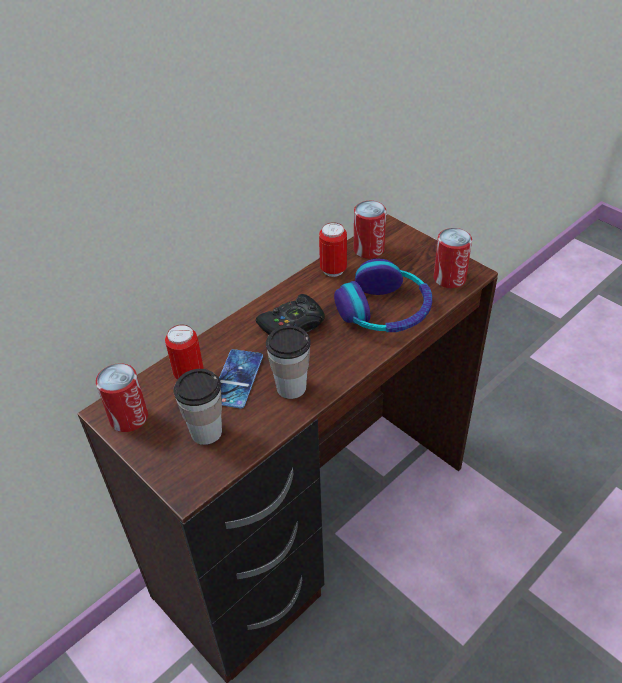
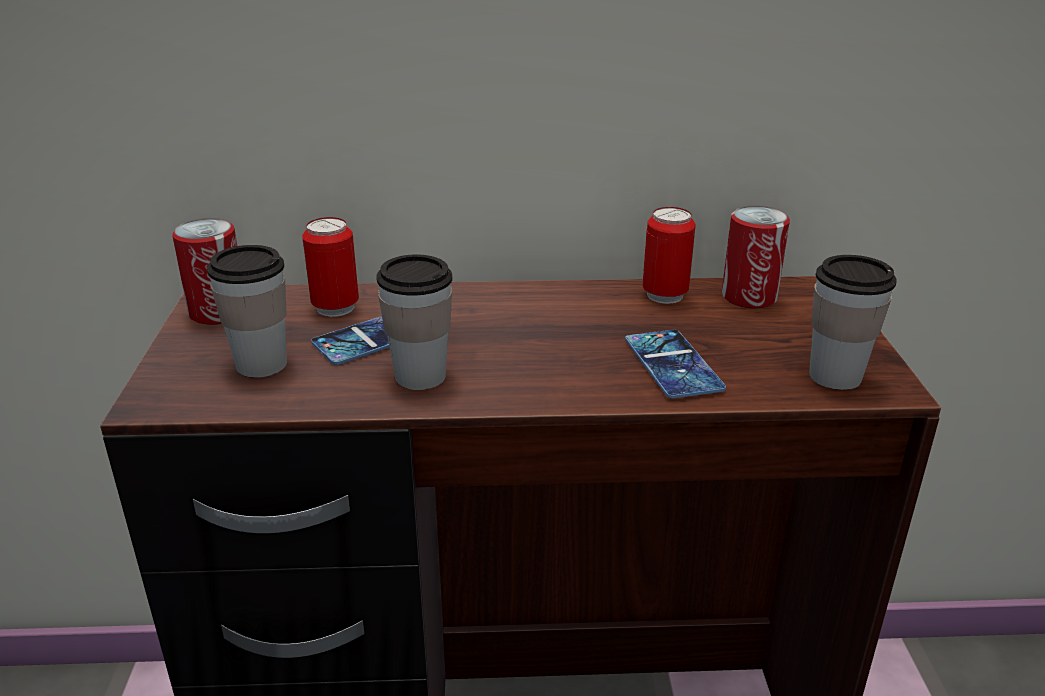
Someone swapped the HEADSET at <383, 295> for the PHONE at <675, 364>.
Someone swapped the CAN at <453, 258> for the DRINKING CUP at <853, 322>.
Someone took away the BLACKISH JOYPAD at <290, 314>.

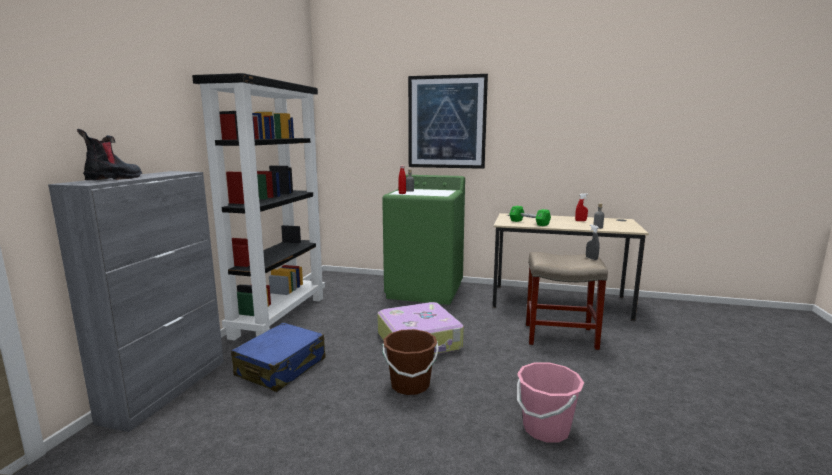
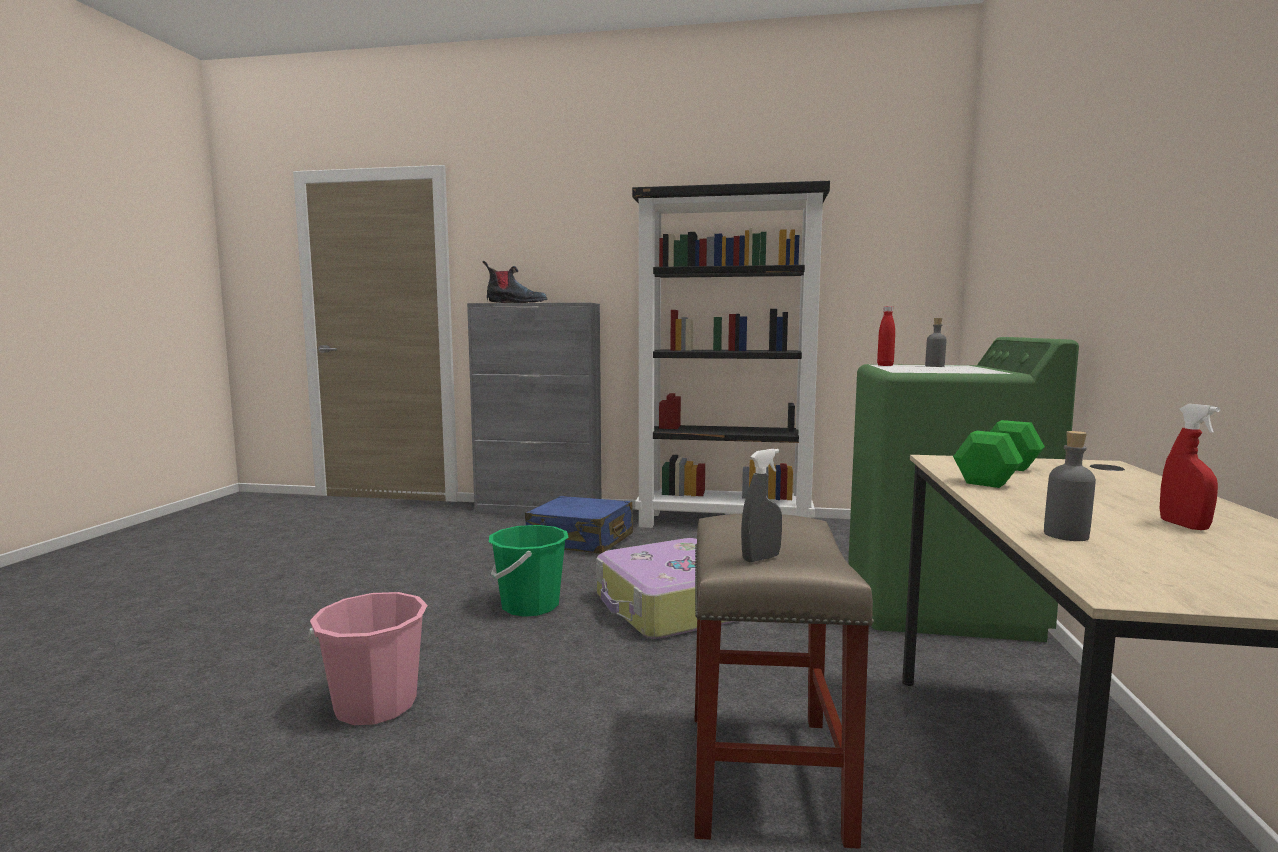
Someone repainted the BROWN-COLOURED BUCKET at <411, 362>, which became the GREEN BUCKET at <529, 571>.
Someone took away the PICTURE at <448, 121>.

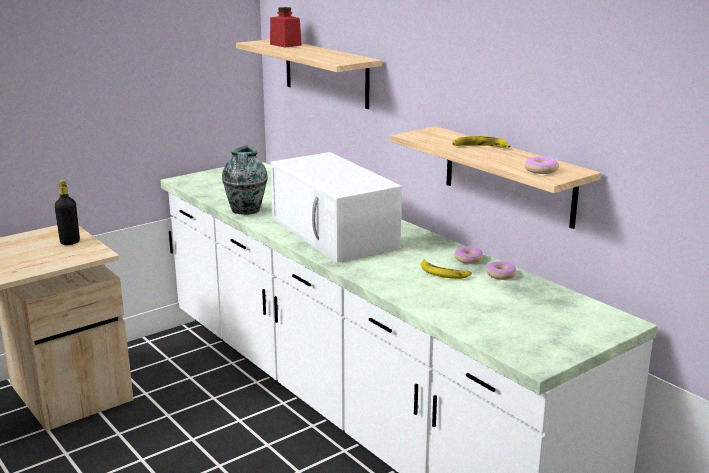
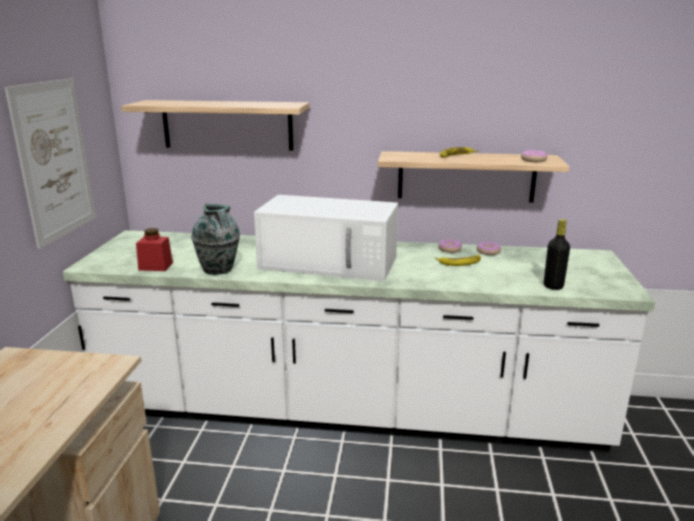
Someone put up the PICTURE at <50, 164>.
Someone carried the RED JAR from <286, 27> to <154, 249>.
Someone carried the BLACKISH BEVERAGE BOTTLE from <67, 212> to <557, 254>.

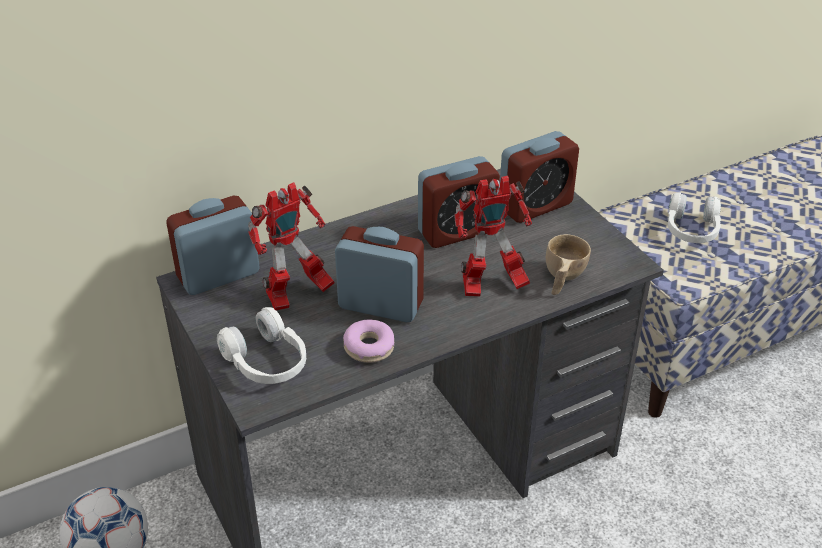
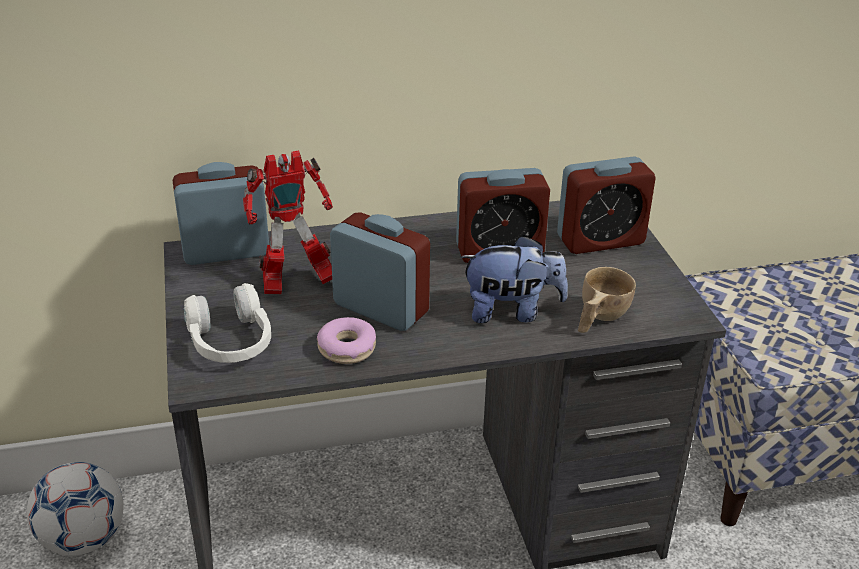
Someone swapped the MODEL ROBOT at <493, 236> for the PLUSH TOY at <514, 279>.
Someone took away the WHITE HEADSET at <694, 217>.

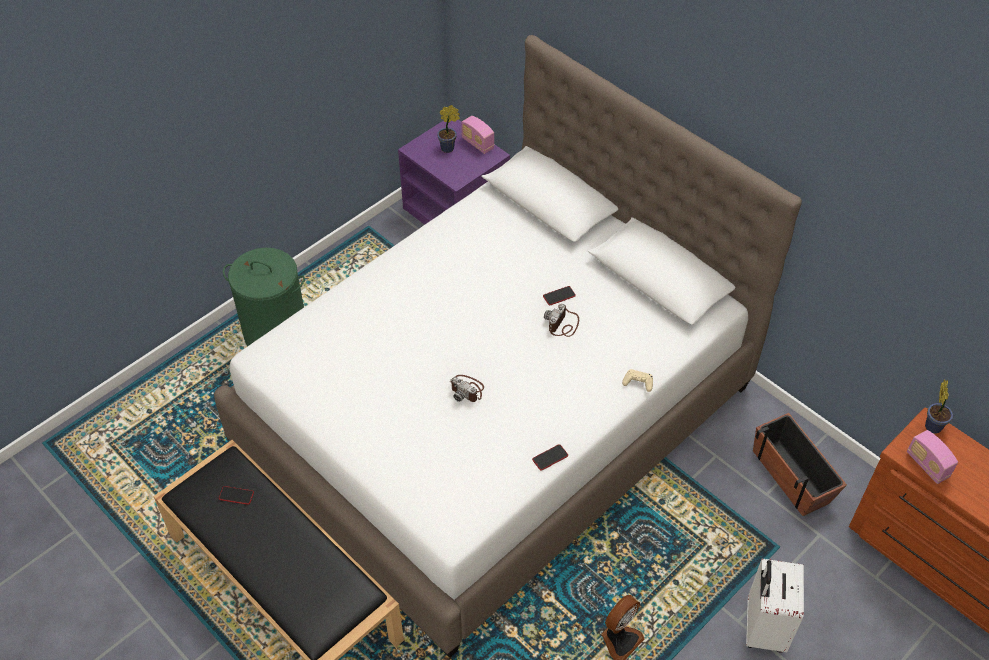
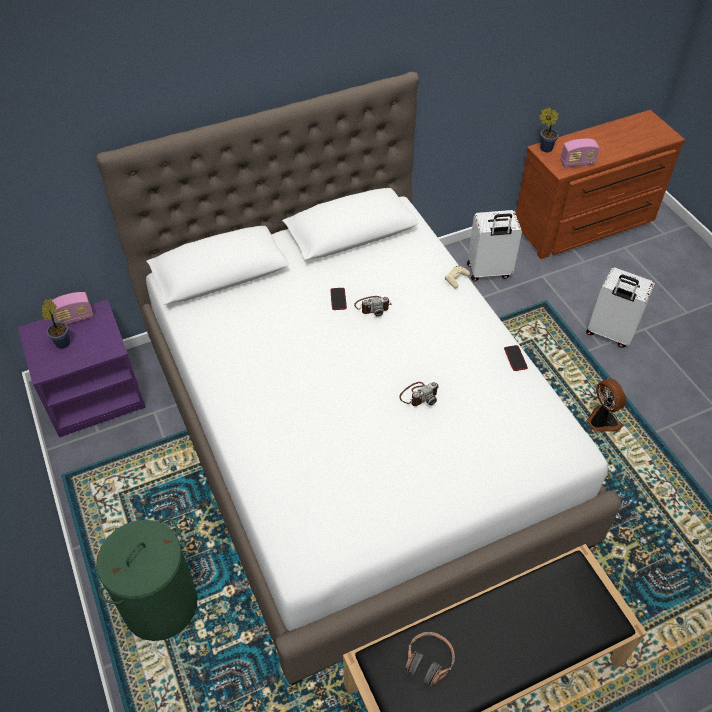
Someone rotated the STILL CAMERA at <561, 320> by 60 degrees counterclockwise.
Someone swapped the PHONE at <236, 495> for the HEADSET at <430, 659>.
Someone swapped the FLOWER POT at <800, 464> for the WHITE TRAVEL CASE at <494, 245>.

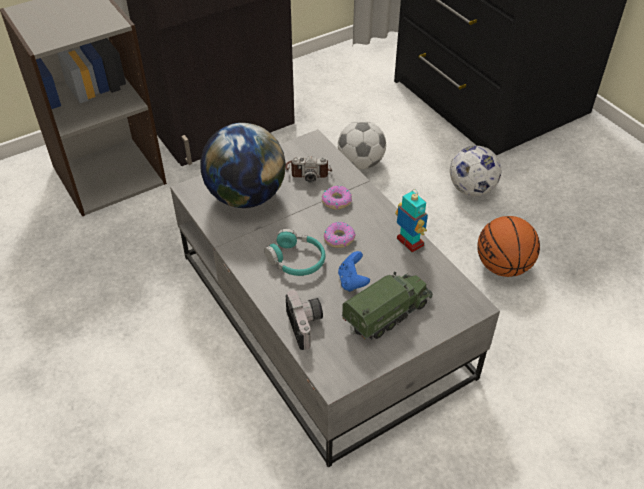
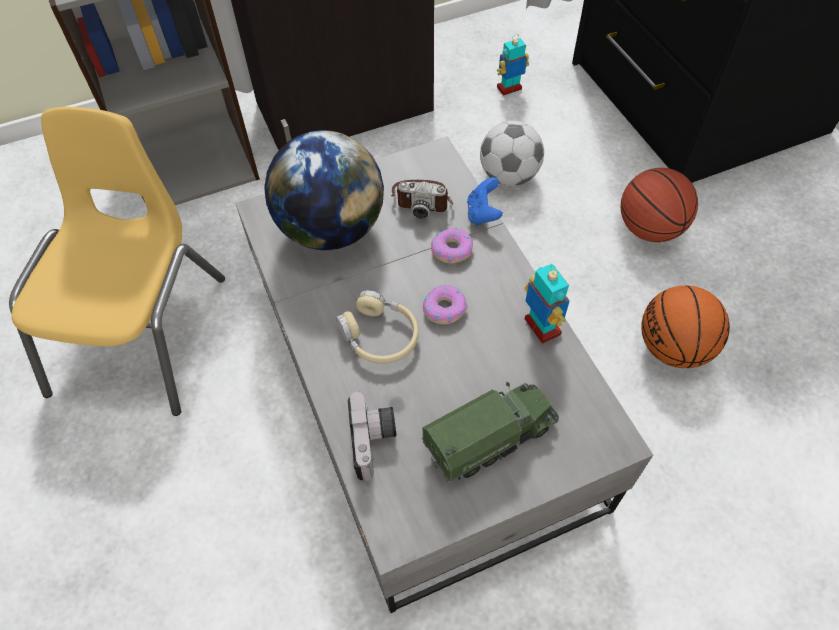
Someone put down the YELLOWISH UPRIGHT CHAIR at <117, 261>.
Someone repainted the TURQUOISE HEADSET at <294, 252>, which became the BEIGE-COLOURED HEADSET at <377, 327>.
Someone carried the BLUE-COLOURED JOYPAD from <354, 271> to <485, 201>.
Someone put down the MODEL ROBOT at <513, 65>.
Someone swapped the FOOTBALL at <475, 171> for the BASKETBALL BALL at <659, 205>.

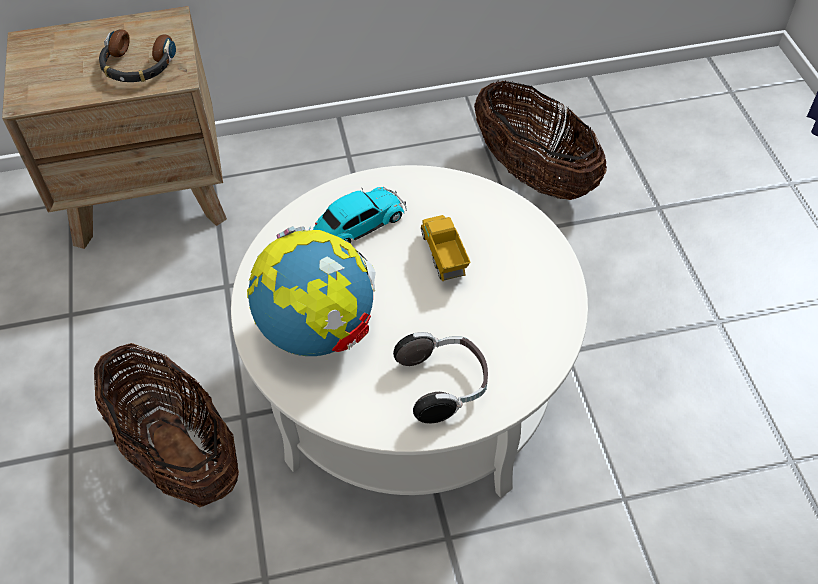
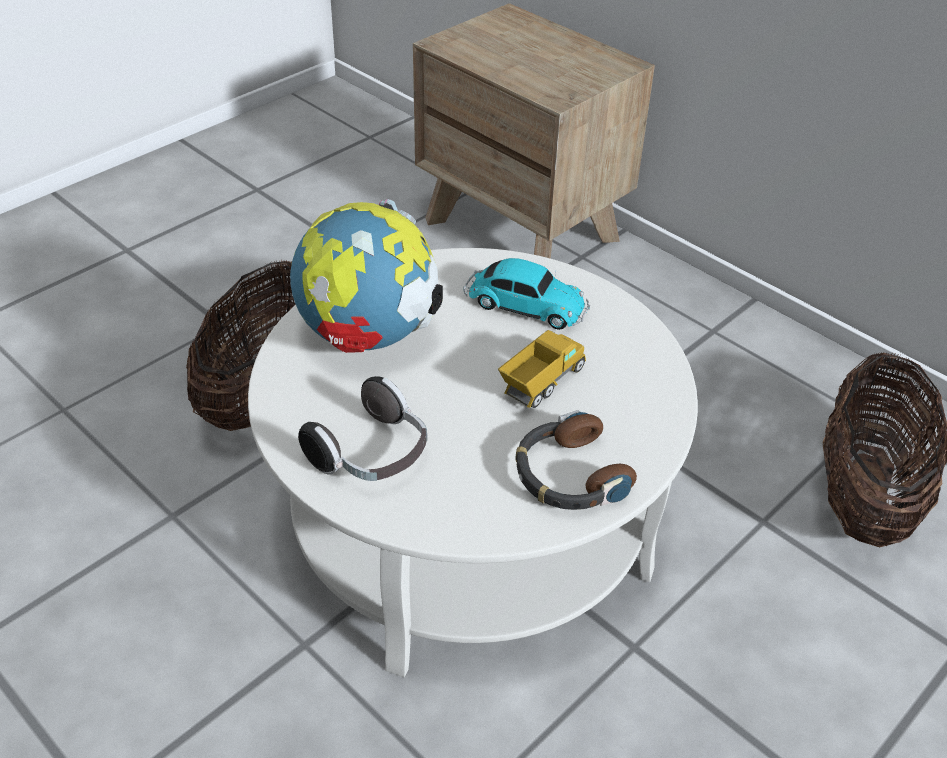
Someone carried the HEADSET from <137, 55> to <576, 460>.

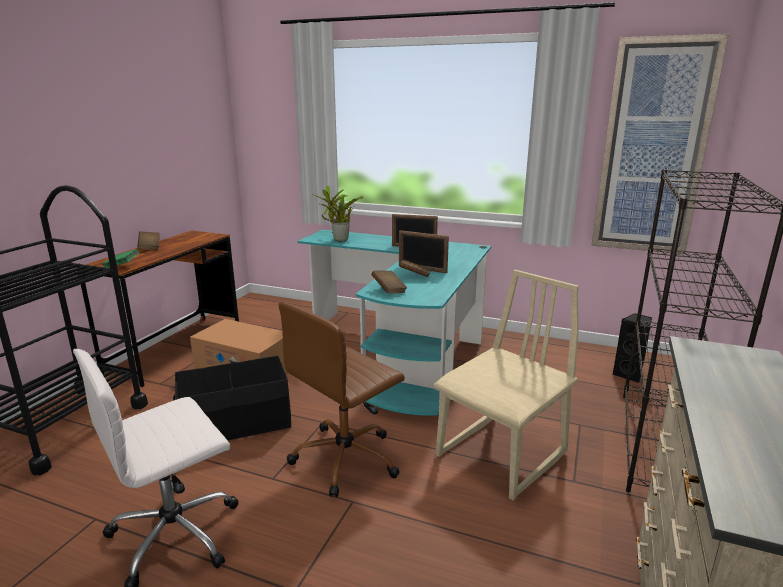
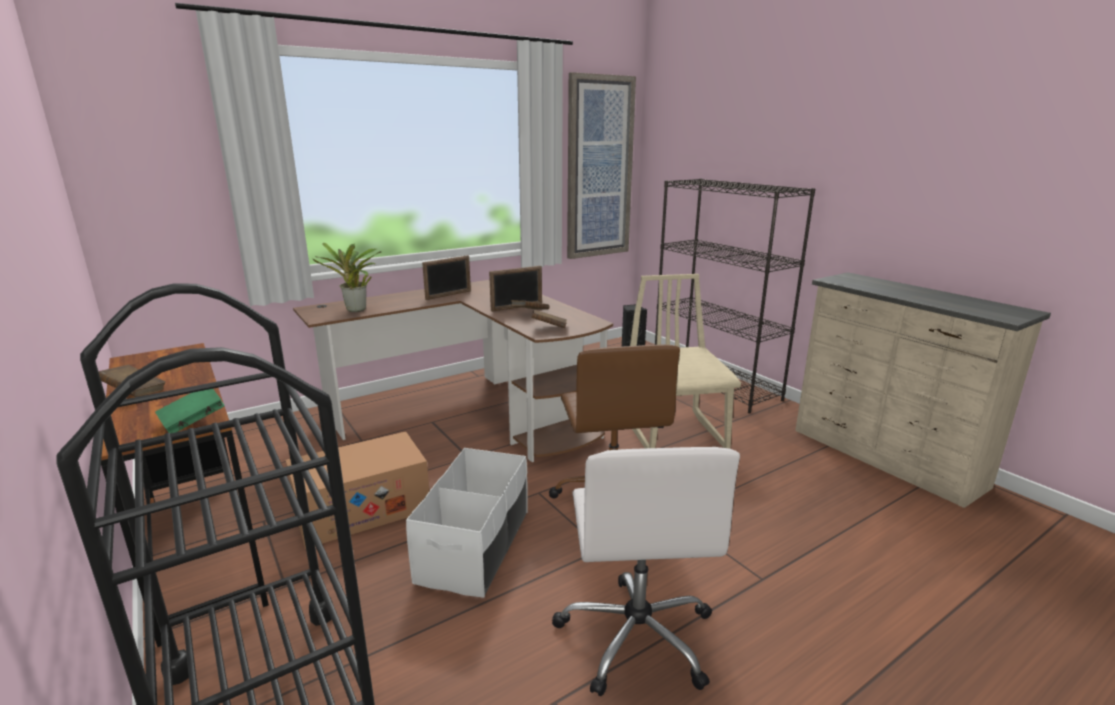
Someone repainted the TURQUOISE DESK UNIT at <394, 323>, which became the BROWN-COLOURED DESK UNIT at <453, 371>.
Someone repainted the BLACKISH STORAGE BIN at <232, 398>, which became the WHITE STORAGE BIN at <467, 523>.

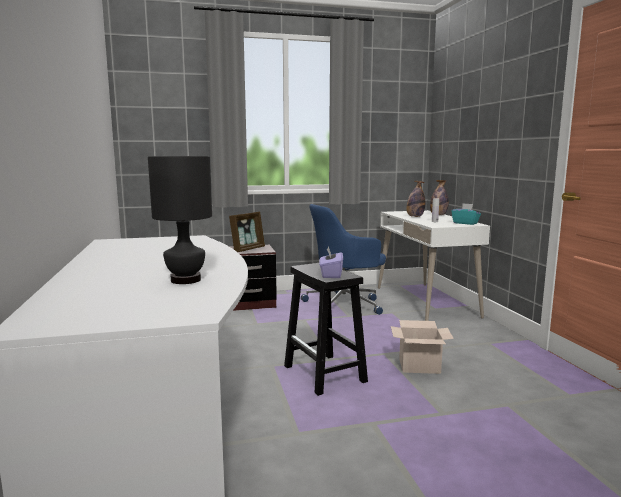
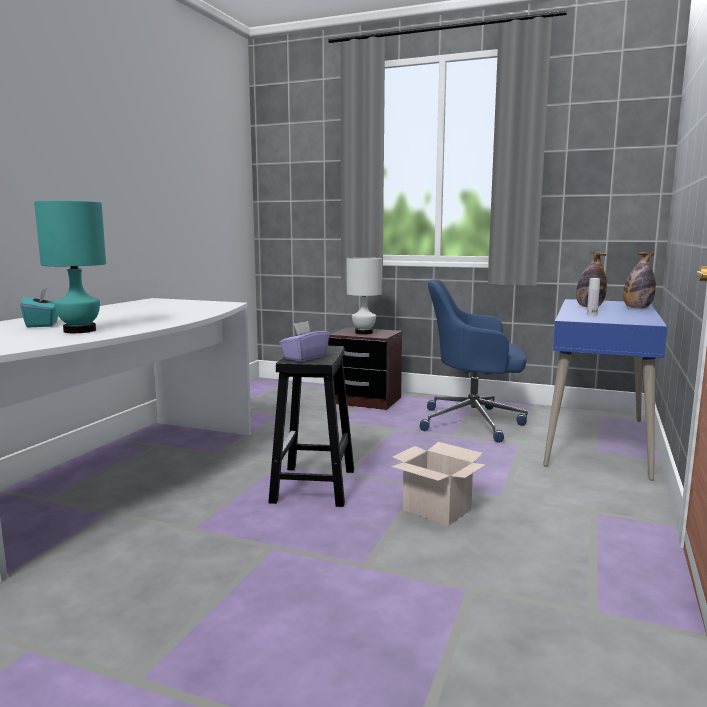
Someone carried the TURQUOISE TISSUE BOX from <466, 214> to <39, 307>.
Someone repainted the BLACKISH TABLE LAMP at <180, 220>, which became the TURQUOISE TABLE LAMP at <70, 267>.
Someone swapped the PHOTO FRAME at <247, 232> for the WHITE TABLE LAMP at <364, 295>.
Someone repainted the WHITE DESK UNIT at <434, 265>, which became the BLUE-COLOURED DESK UNIT at <605, 390>.

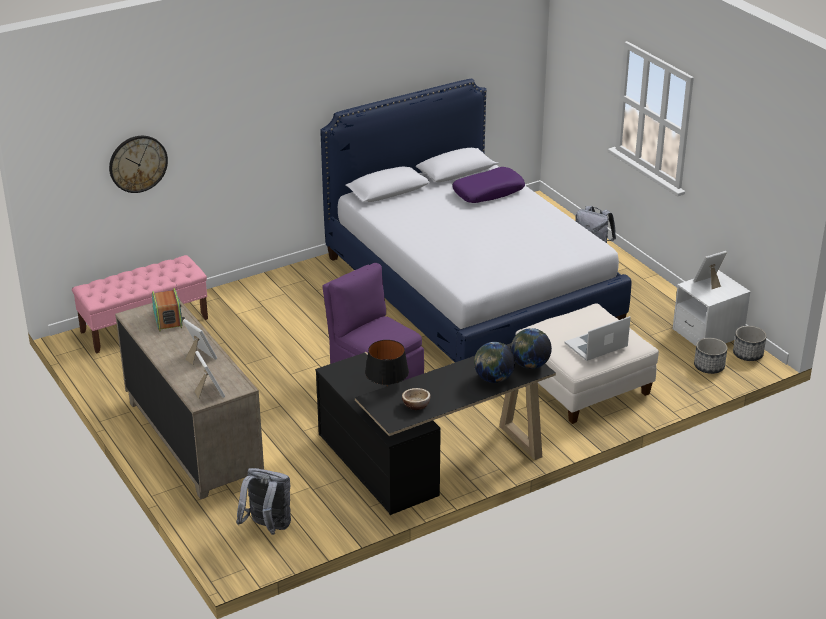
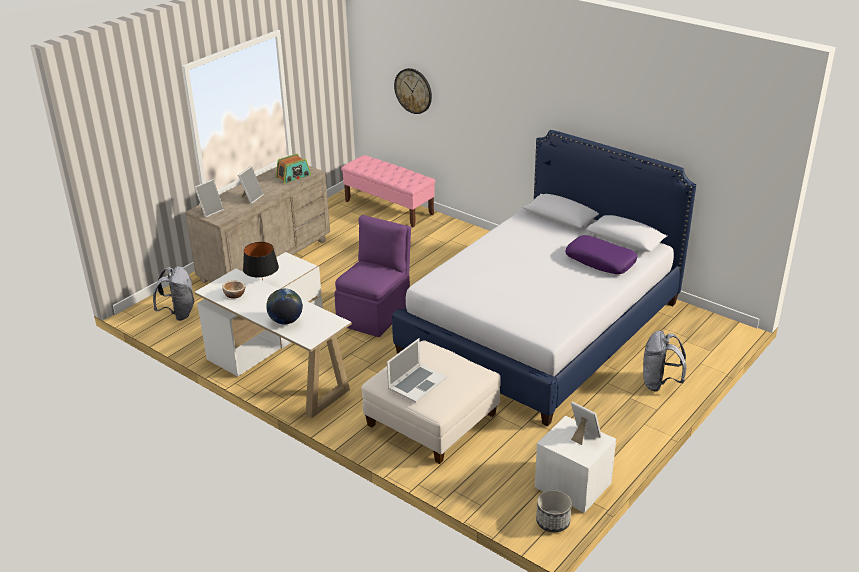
Someone repainted the BLACKISH DESK UNIT at <435, 429>, which became the WHITE DESK UNIT at <273, 335>.
Someone rotated the NOTEBOOK COMPUTER at <598, 338> by 90 degrees clockwise.
Someone took away the WORLD GLOBE at <531, 348>.
Someone took away the FLOWER POT at <711, 356>.

